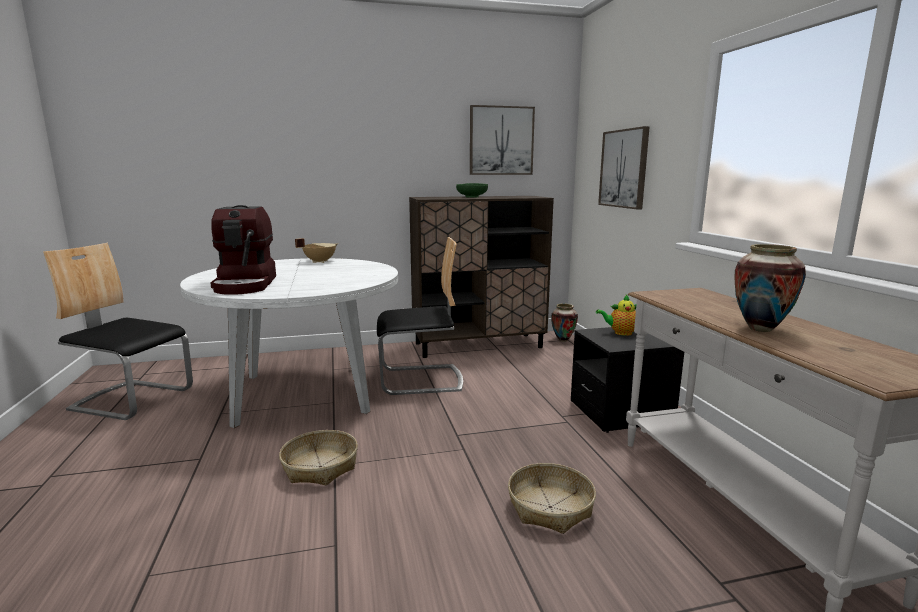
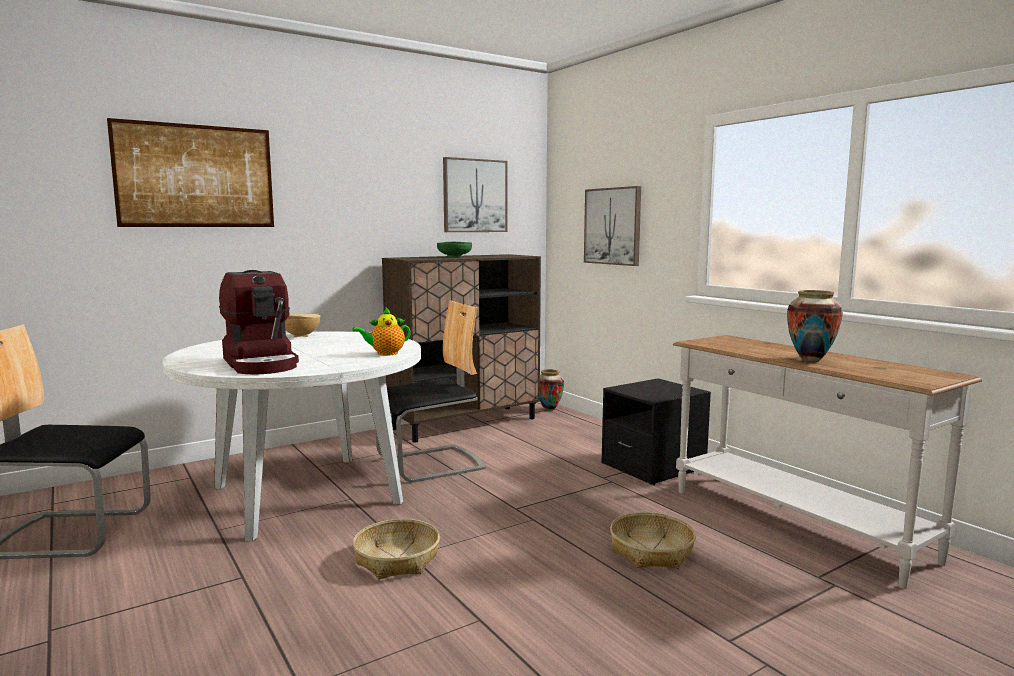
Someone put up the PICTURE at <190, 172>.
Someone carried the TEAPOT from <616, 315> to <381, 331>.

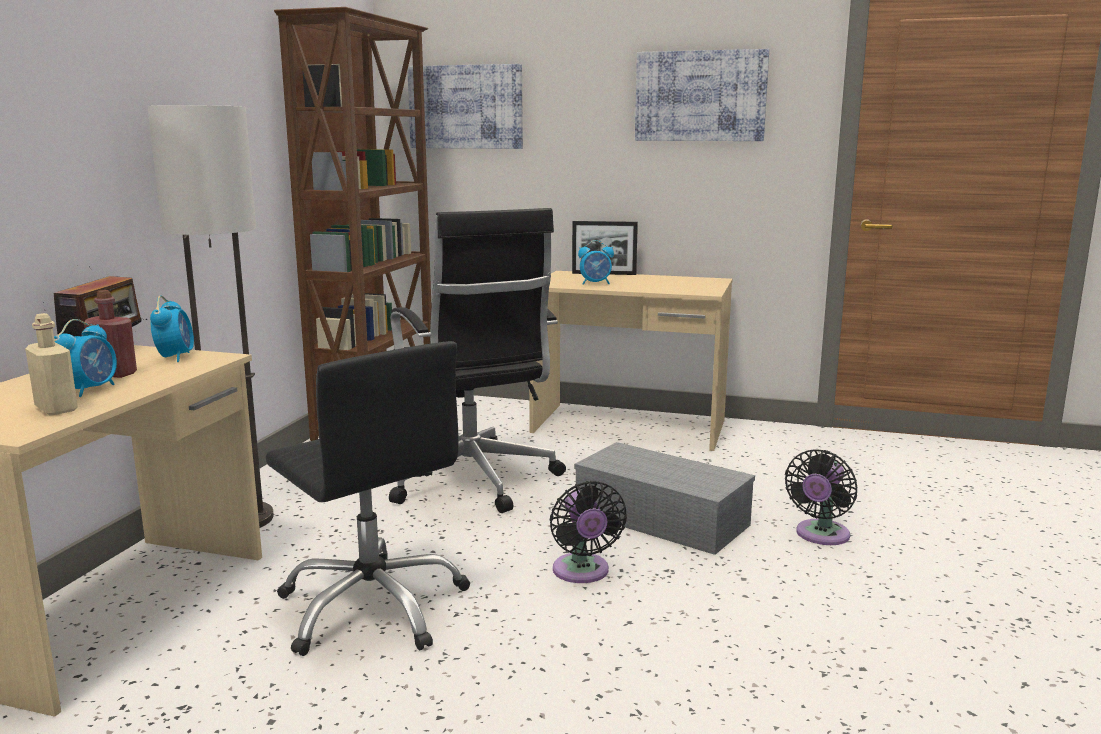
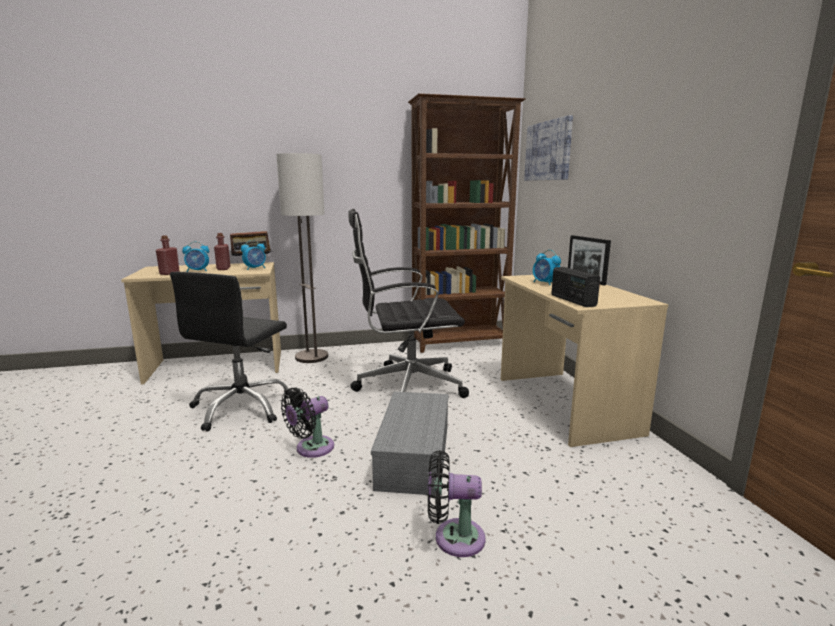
Someone repainted the BEIGE-COLOURED BEVERAGE BOTTLE at <51, 364>, which became the RED BEVERAGE BOTTLE at <168, 255>.
Someone rotated the BLACKISH DESK CHAIR at <477, 360> by 45 degrees clockwise.
Someone put down the RADIO SET at <575, 287>.
Someone took away the PICTURE at <702, 95>.

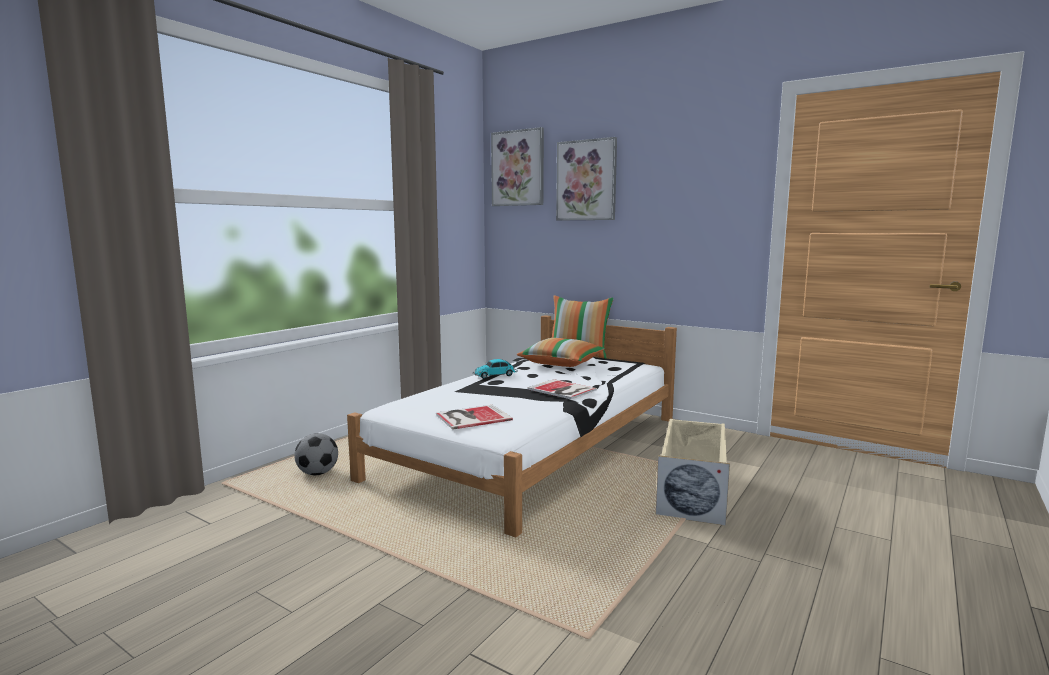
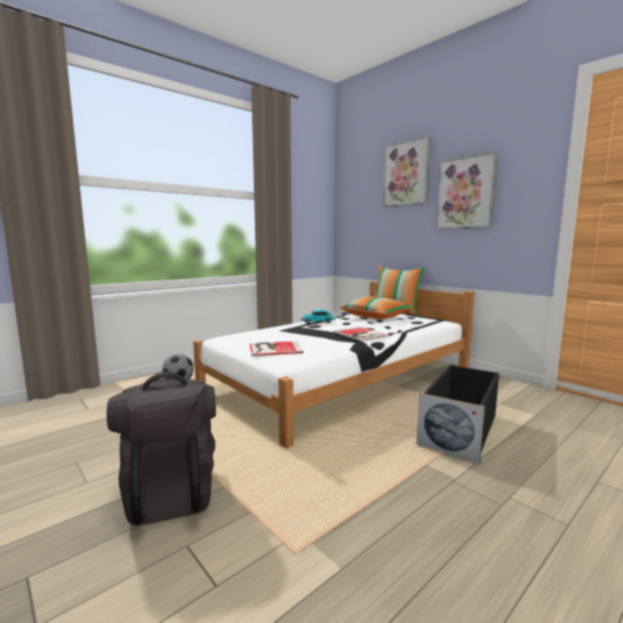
Someone put down the BLACKISH KNAPSACK at <161, 449>.
Someone repainted the BEIGE-COLOURED STORAGE BIN at <693, 472>, which became the BLACKISH STORAGE BIN at <458, 414>.
Someone carried the PICTURE from <517, 166> to <467, 190>.

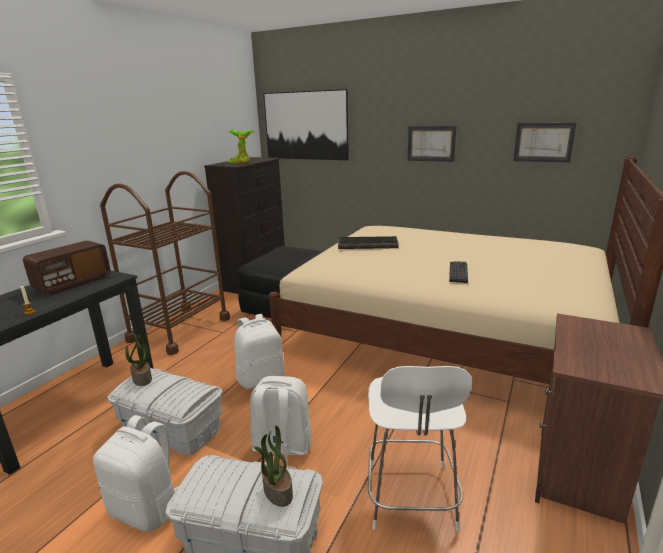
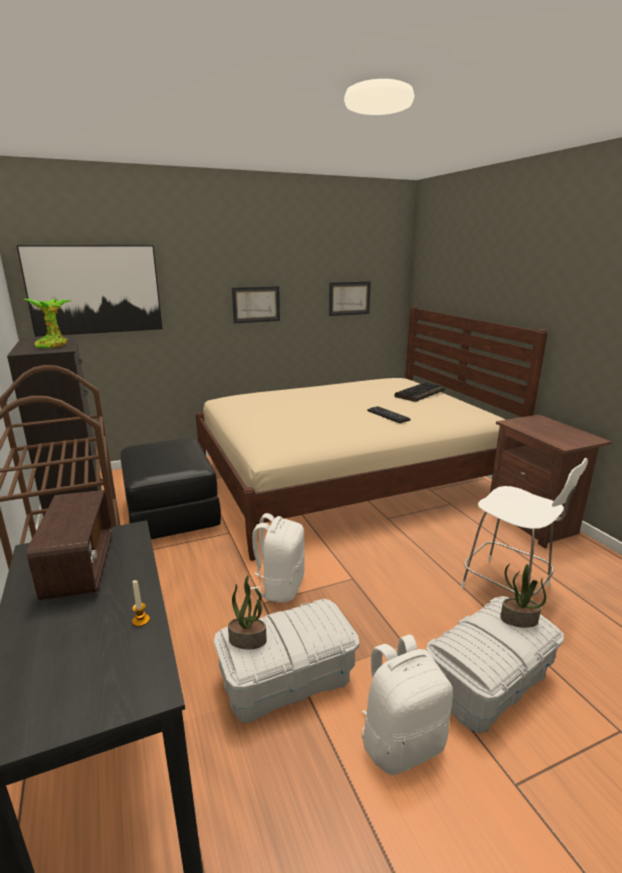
Someone carried the KEYBOARD from <368, 242> to <419, 392>.
Someone took away the WHITE KNAPSACK at <281, 422>.

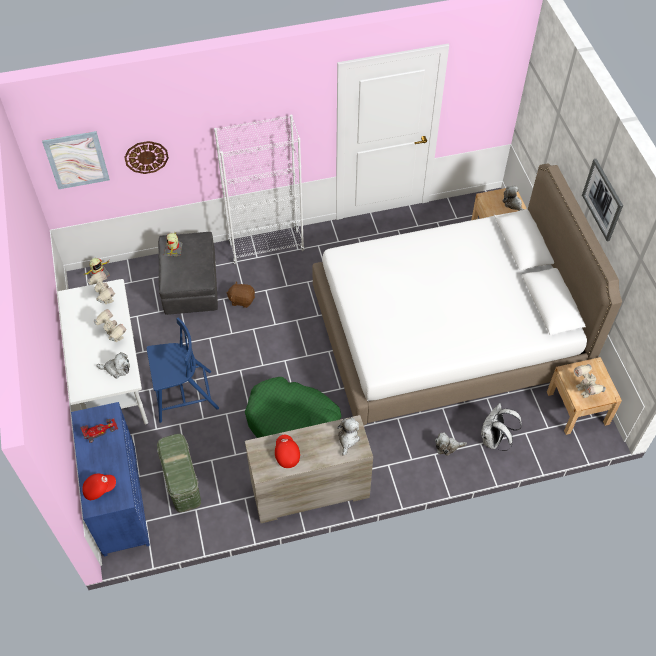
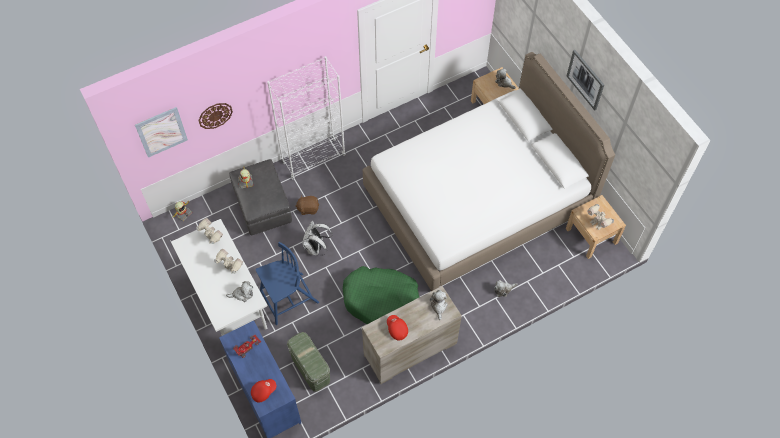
Someone carried the WHITE KNAPSACK from <501, 427> to <317, 237>.

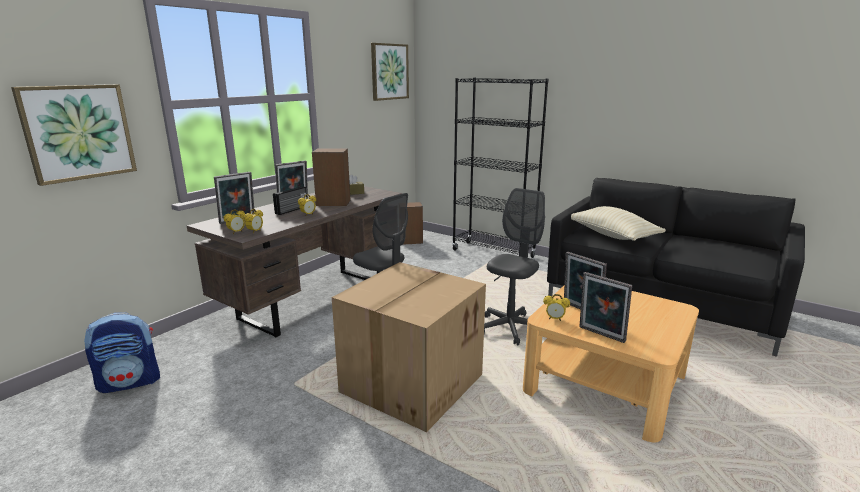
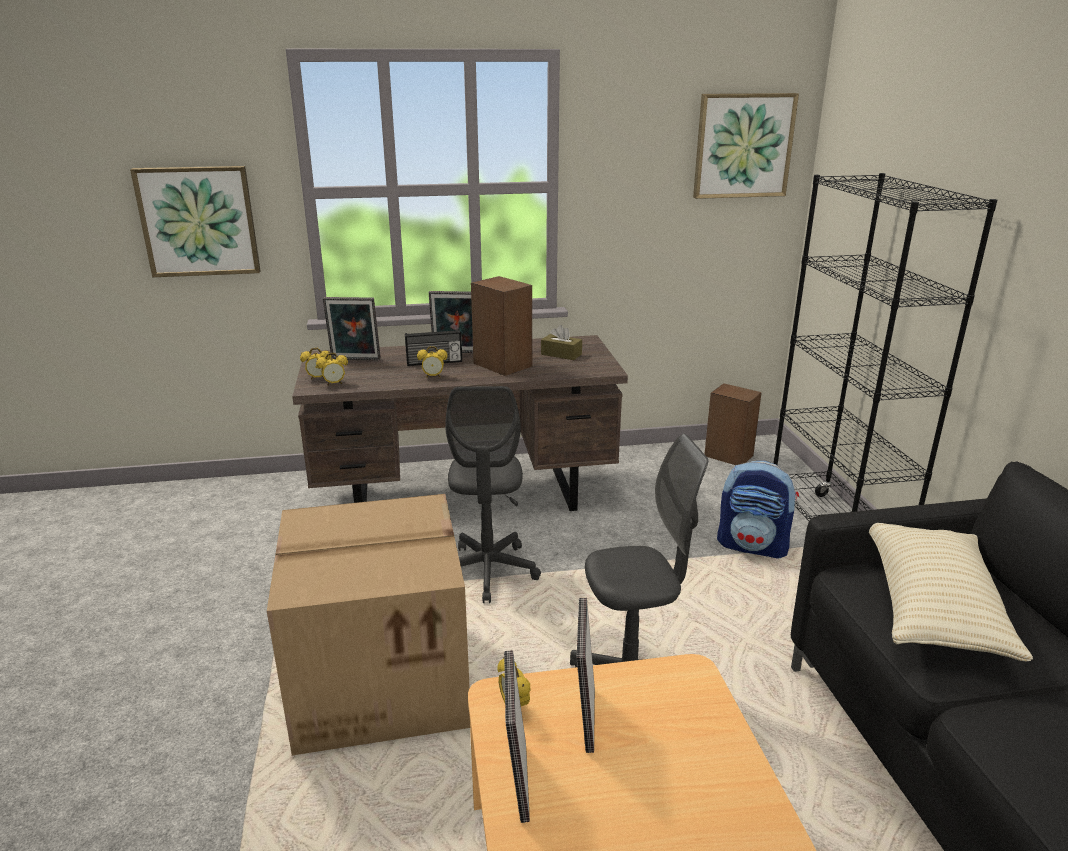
Someone carried the KNAPSACK from <122, 352> to <758, 510>.

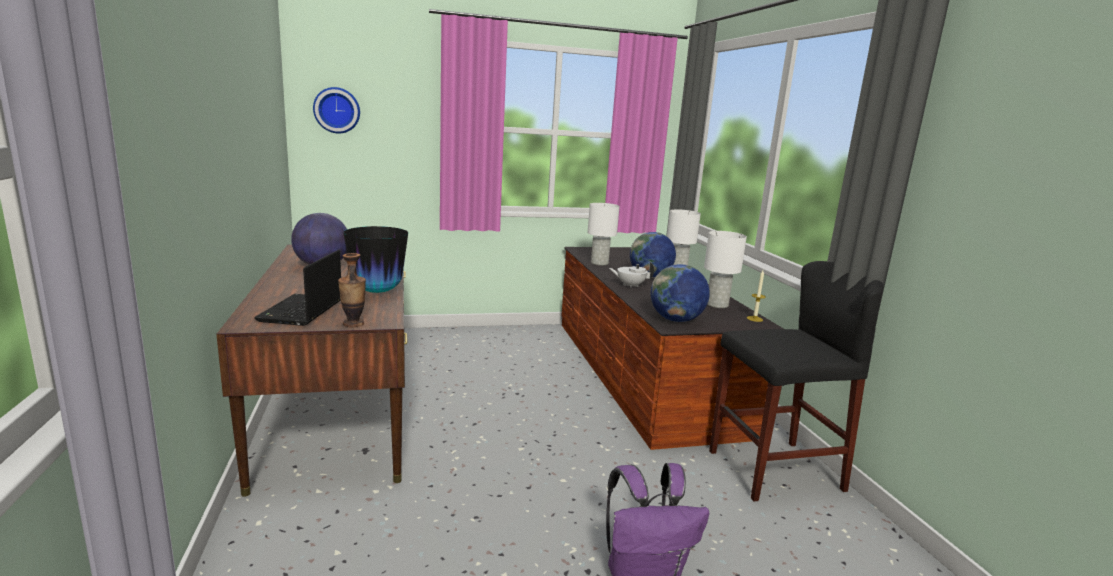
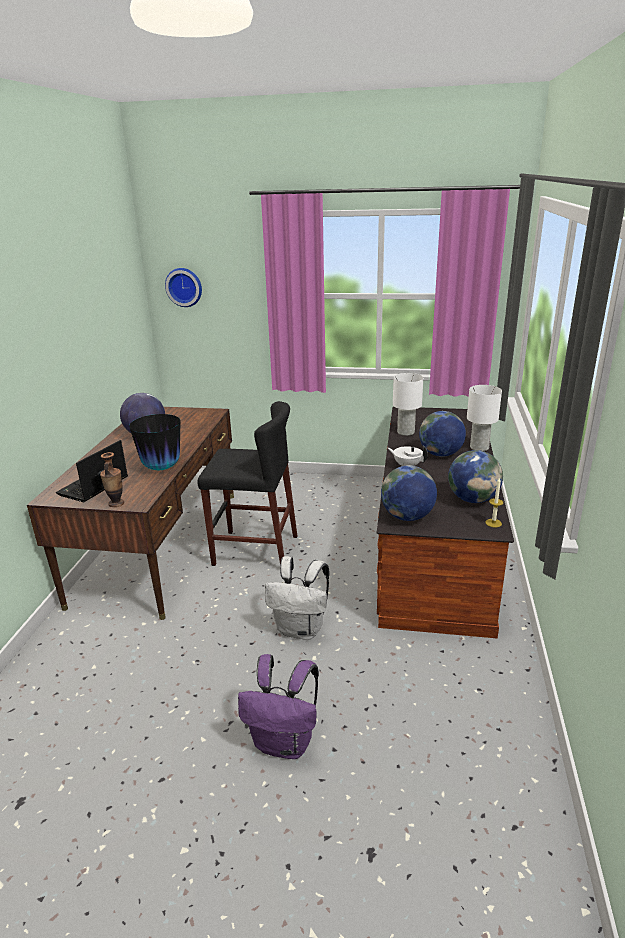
Someone carried the BLACKISH STOOL SEAT from <796, 381> to <247, 483>.
Someone put down the WHITE KNAPSACK at <297, 598>.
Someone swapped the WHITE TABLE LAMP at <725, 269> for the WORLD GLOBE at <475, 476>.

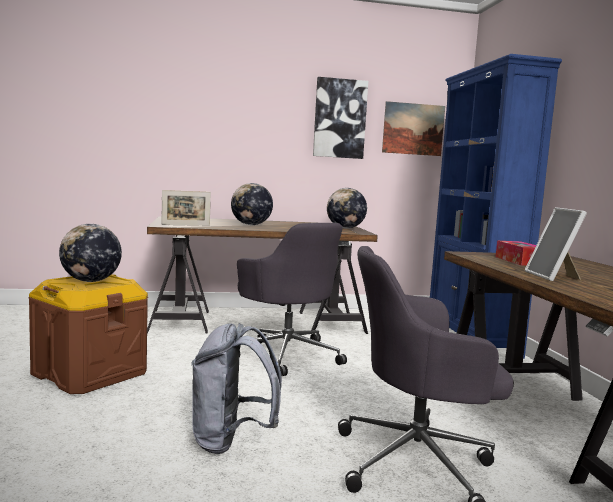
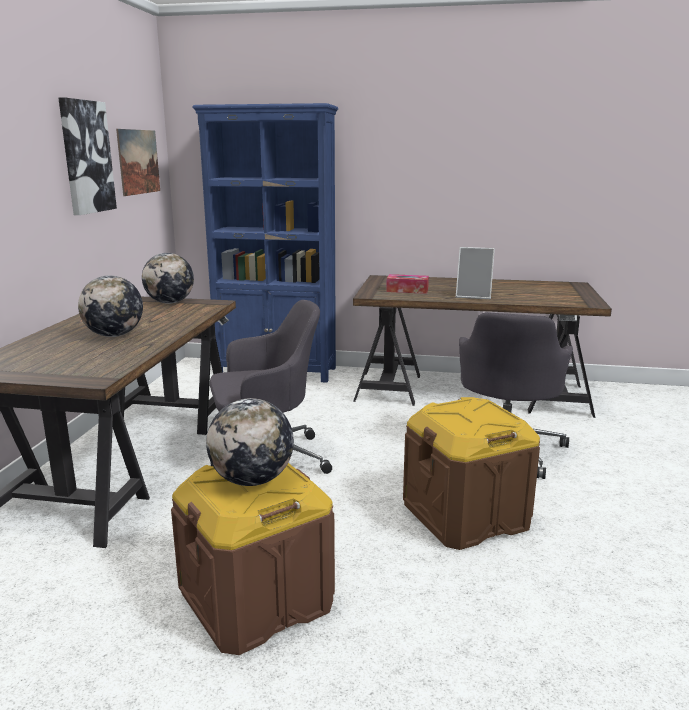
Someone swapped the GREY KNAPSACK at <236, 388> for the BROWN-COLOURED STORAGE BIN at <471, 473>.
Someone took away the PHOTO FRAME at <186, 208>.

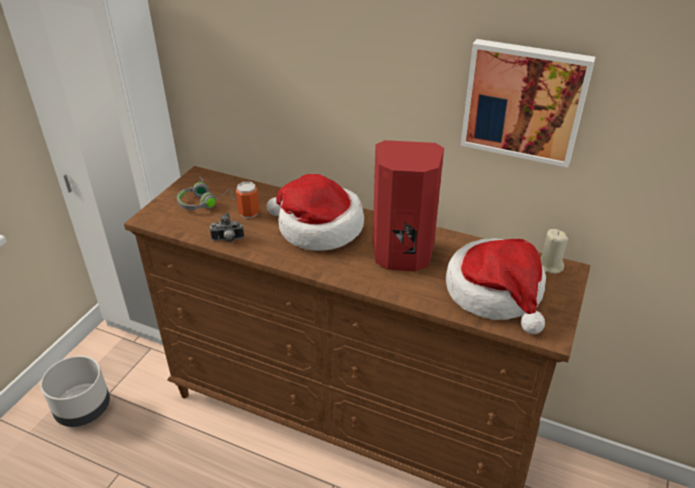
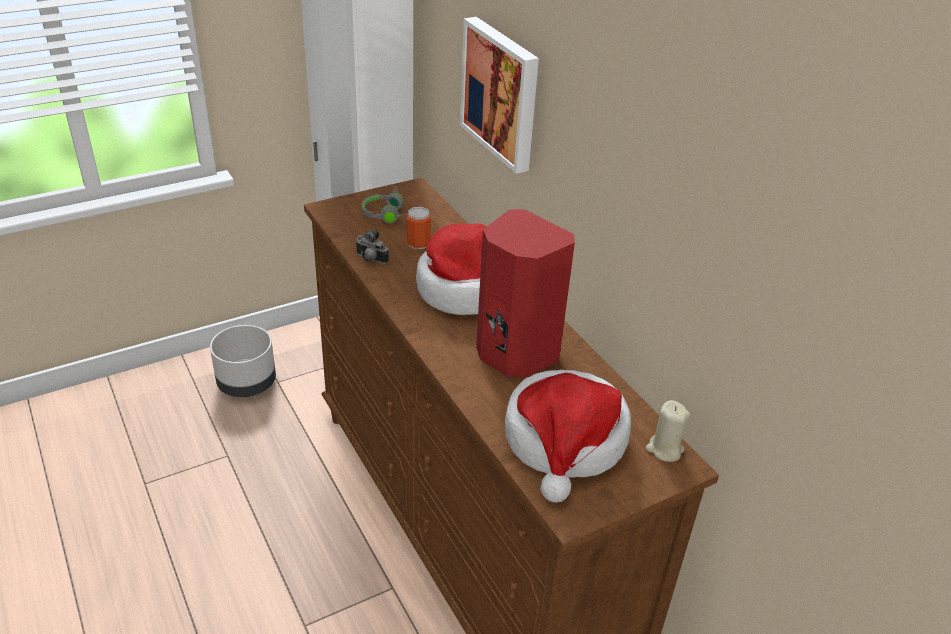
Someone carried the PICTURE from <527, 103> to <499, 95>.

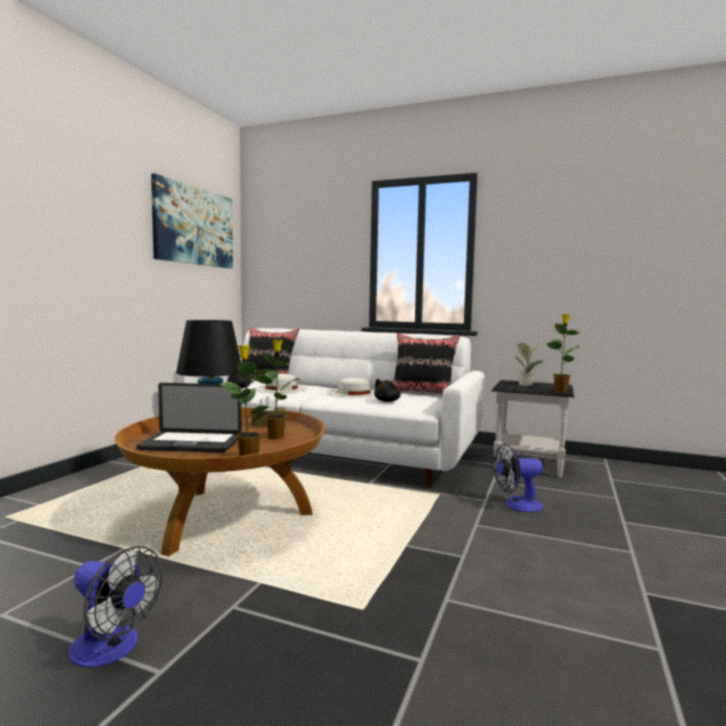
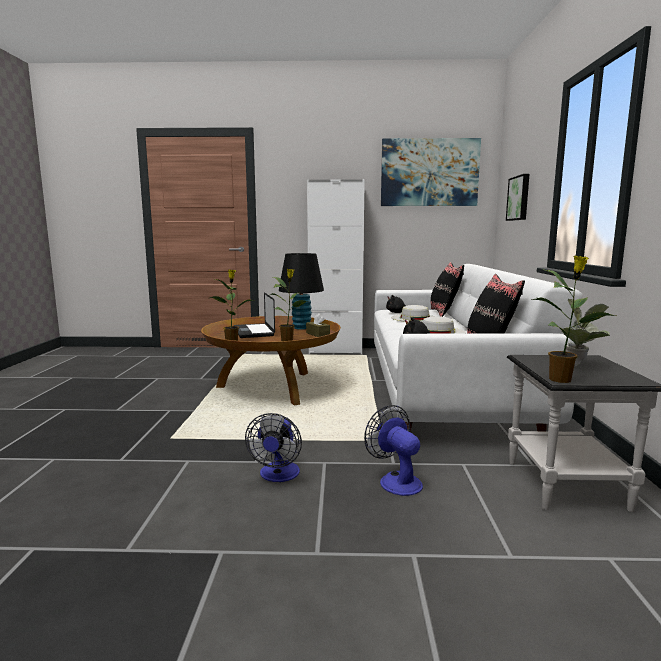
Someone carried the COOLING FAN from <115, 606> to <273, 447>.
Someone put down the WHITE CABINET at <336, 266>.
Someone put up the PICTURE at <517, 197>.

